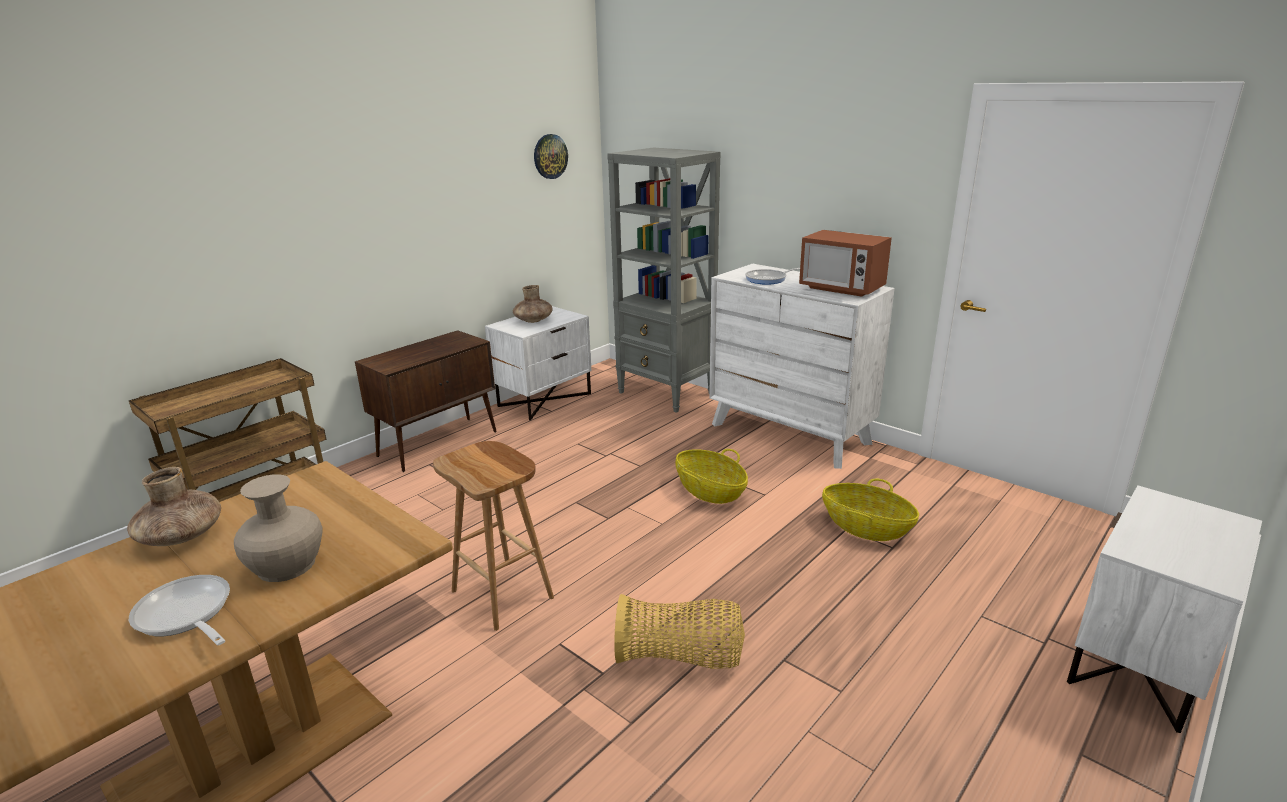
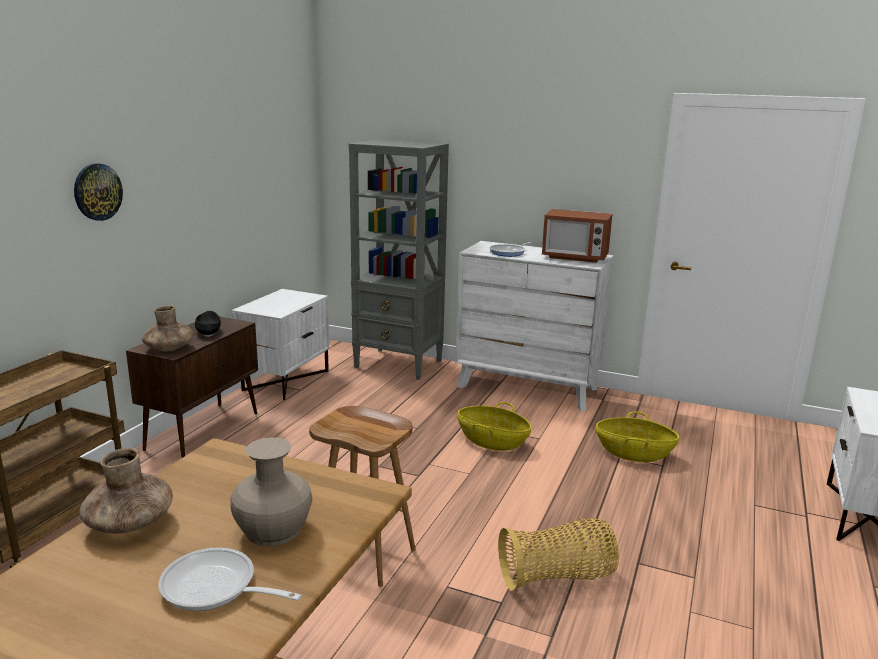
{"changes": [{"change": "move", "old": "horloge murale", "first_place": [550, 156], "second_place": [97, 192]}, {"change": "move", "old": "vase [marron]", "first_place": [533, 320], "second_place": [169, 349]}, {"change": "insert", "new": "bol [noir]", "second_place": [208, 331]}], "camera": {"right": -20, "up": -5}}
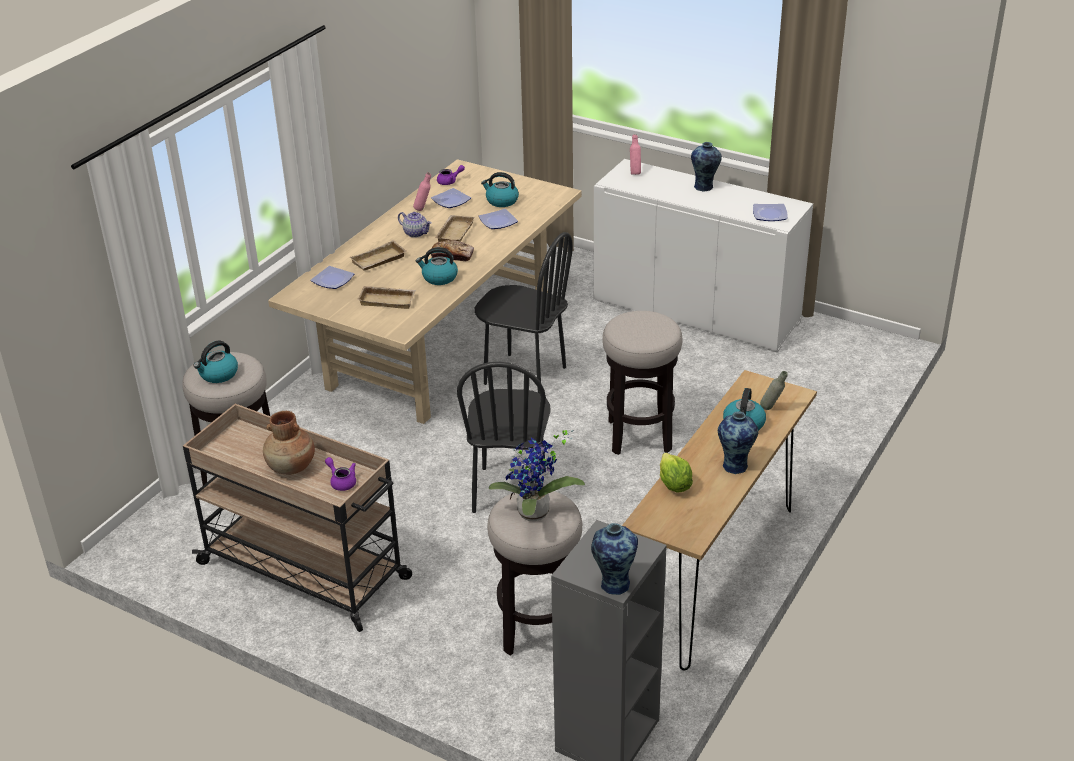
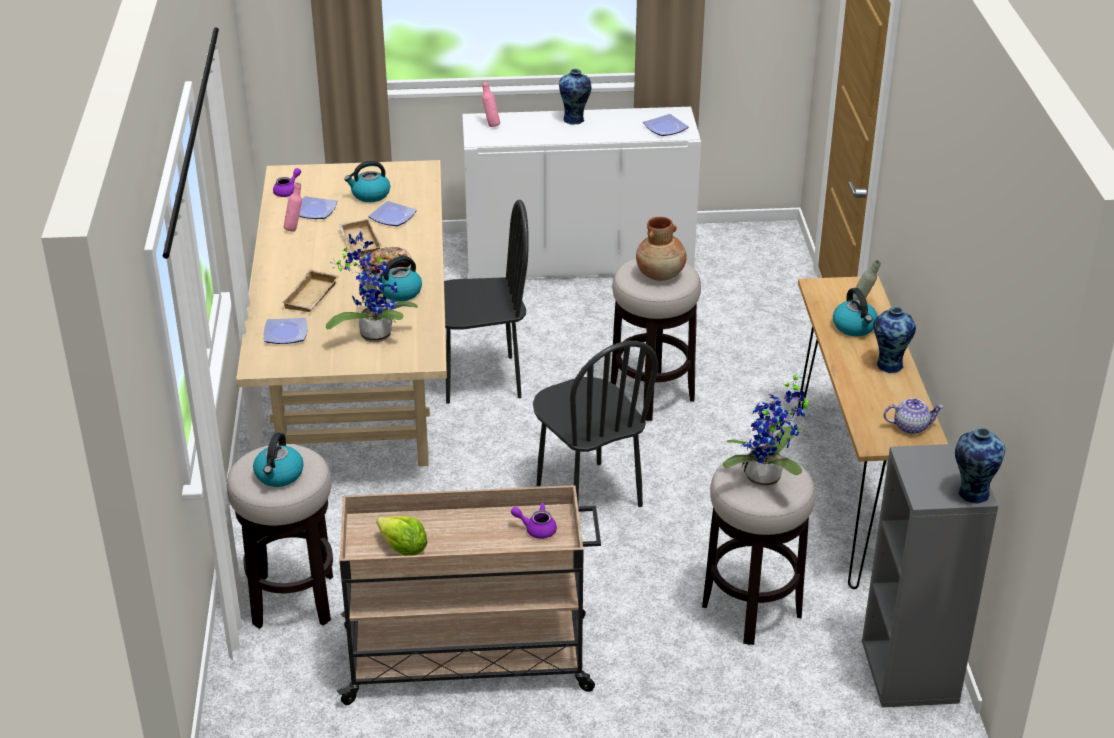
{"changes": [{"change": "move", "old": "théière", "first_place": [416, 233], "second_place": [911, 426]}, {"change": "replace", "old": "plateau [beige]", "new": "plante en pot", "first_place": [388, 300], "second_place": [373, 333]}, {"change": "move", "old": "vase [marron]", "first_place": [291, 467], "second_place": [661, 274]}, {"change": "move", "old": "laitue", "first_place": [674, 485], "second_place": [403, 549]}], "camera": {"right": -35, "up": 0}}
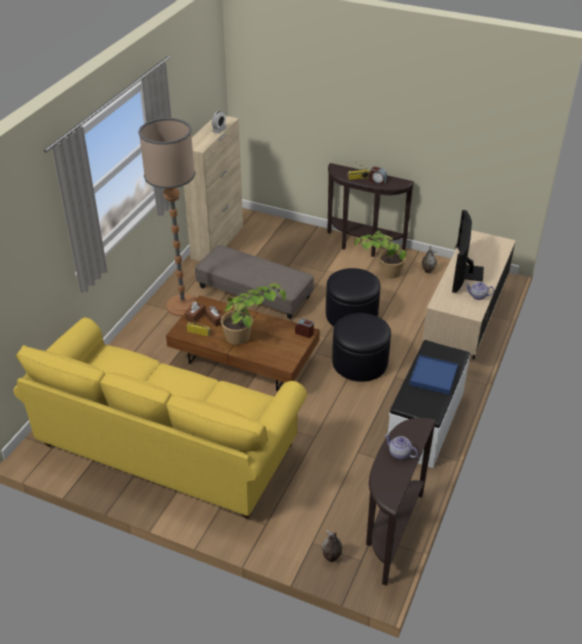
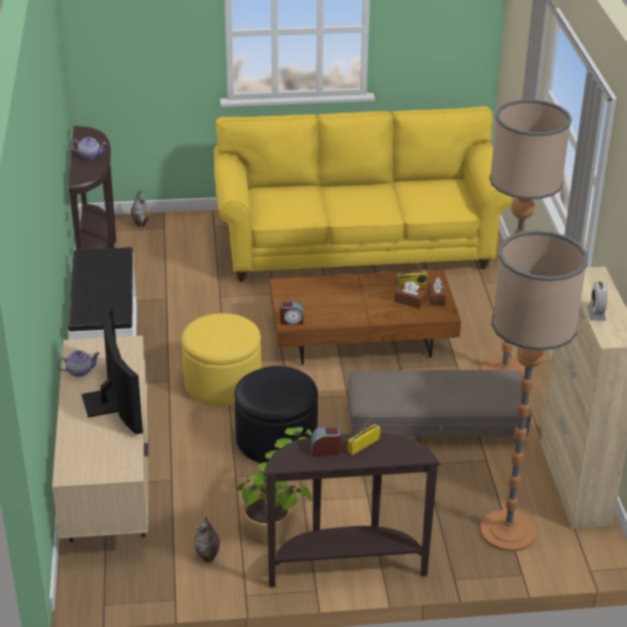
{"changes": [{"change": "delete", "old": "plante en pot", "first_place": [250, 337]}, {"change": "recolor", "old": "pouf [noir]", "new": "pouf [jaune]", "first_place": [359, 362], "second_place": [223, 382]}, {"change": "delete", "old": "plateau [bleu]", "first_place": [433, 376]}, {"change": "insert", "new": "lampadaire", "second_place": [507, 531]}], "camera": {"right": 150, "up": -5}}
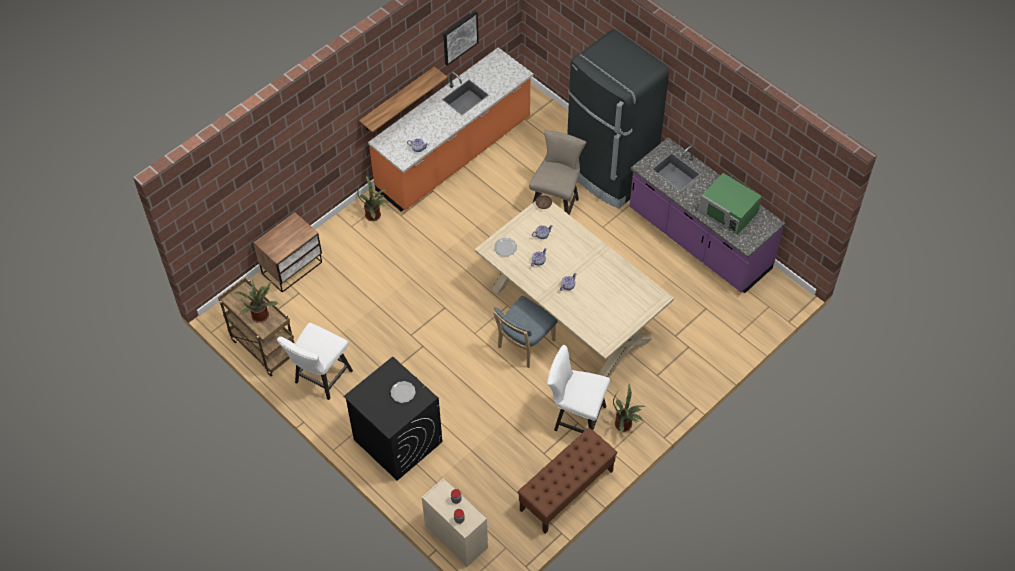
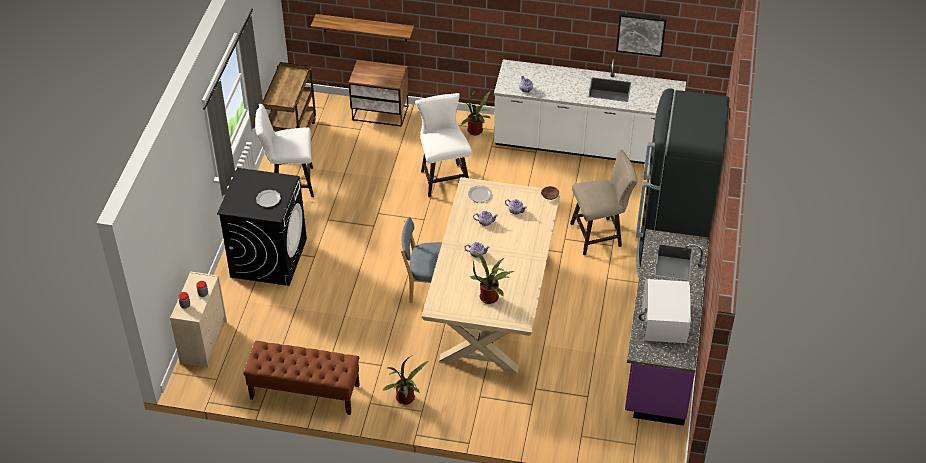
{"changes": [{"change": "recolor", "old": "comptoir de cuisine [orange]", "new": "comptoir de cuisine [blanc]", "first_place": [454, 155], "second_place": [585, 146]}, {"change": "move", "old": "étagère", "first_place": [397, 99], "second_place": [365, 28]}, {"change": "recolor", "old": "micro-ondes [vert]", "new": "micro-ondes [blanc]", "first_place": [728, 212], "second_place": [664, 321]}, {"change": "move", "old": "plante en pot", "first_place": [260, 314], "second_place": [490, 296]}, {"change": "move", "old": "tabouret [blanc]", "first_place": [575, 418], "second_place": [443, 177]}], "camera": {"right": 55, "up": -10}}
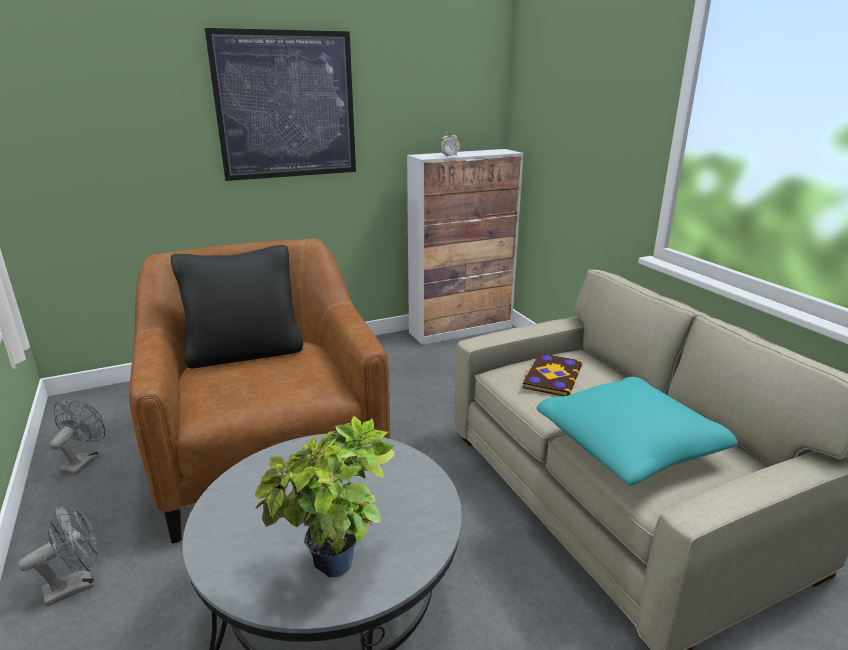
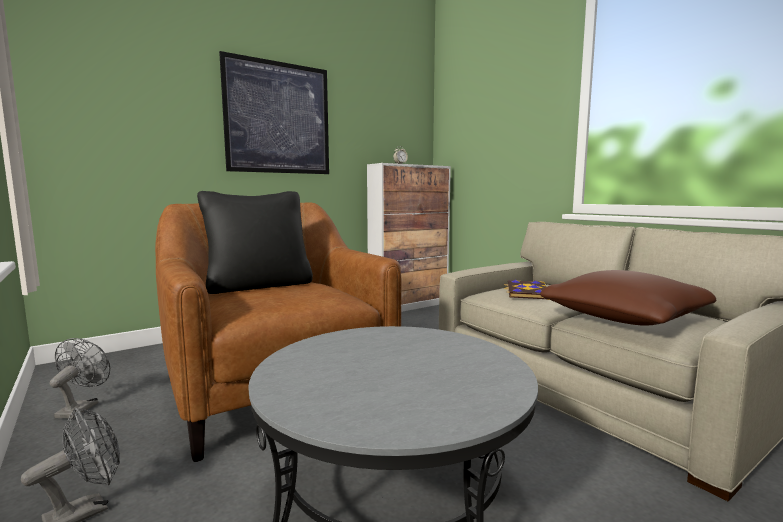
{"changes": [{"change": "recolor", "old": "coussin [turquoise]", "new": "coussin [marron]", "first_place": [629, 446], "second_place": [624, 318]}, {"change": "delete", "old": "plante en pot", "first_place": [336, 572]}], "camera": {"right": -10, "up": -15}}
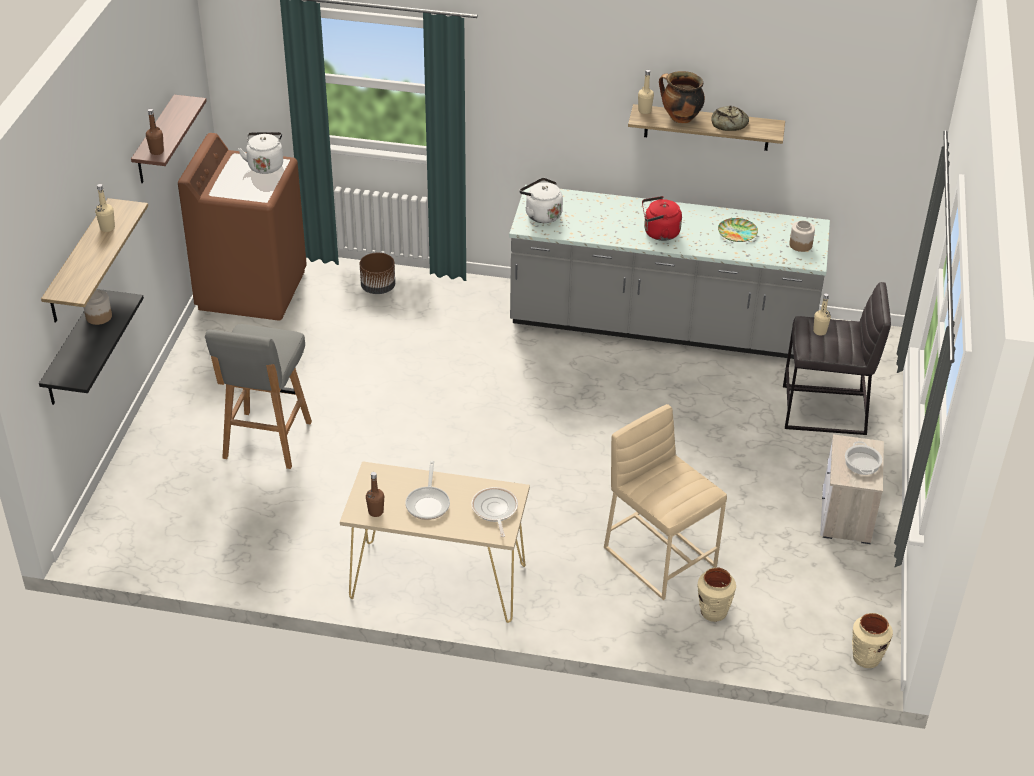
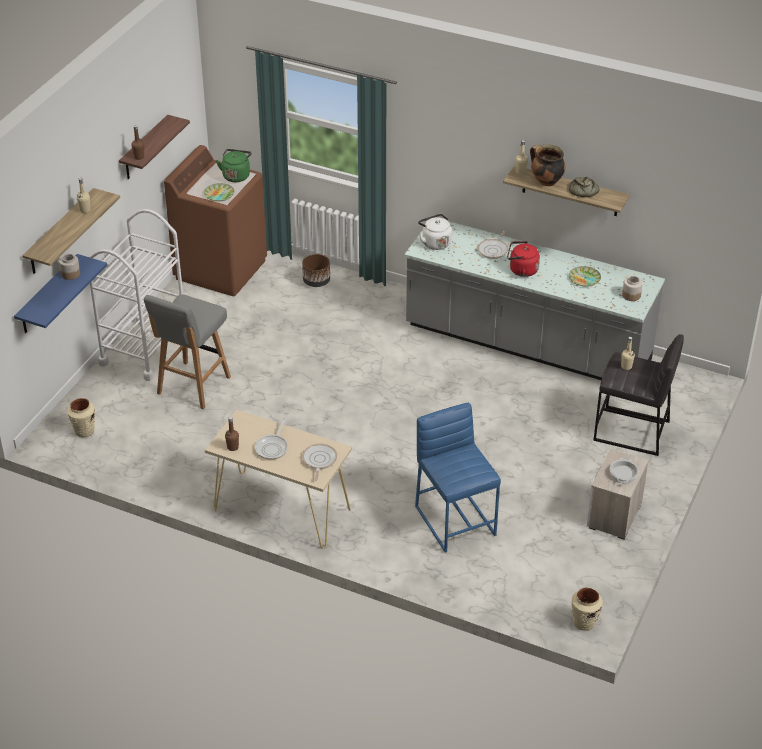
{"changes": [{"change": "recolor", "old": "bouilloire [blanc]", "new": "bouilloire [vert]", "first_place": [265, 165], "second_place": [236, 175]}, {"change": "recolor", "old": "étagère [noir]", "new": "étagère [bleu]", "first_place": [72, 350], "second_place": [48, 295]}, {"change": "recolor", "old": "tabouret [beige]", "new": "tabouret [bleu]", "first_place": [660, 556], "second_place": [455, 520]}, {"change": "move", "old": "vase [beige]", "first_place": [713, 612], "second_place": [84, 431]}, {"change": "insert", "new": "assiette", "second_place": [219, 194]}, {"change": "insert", "new": "chariot [blanc]", "second_place": [144, 349]}, {"change": "insert", "new": "poêle", "second_place": [494, 250]}], "camera": {"right": 15, "up": 0}}
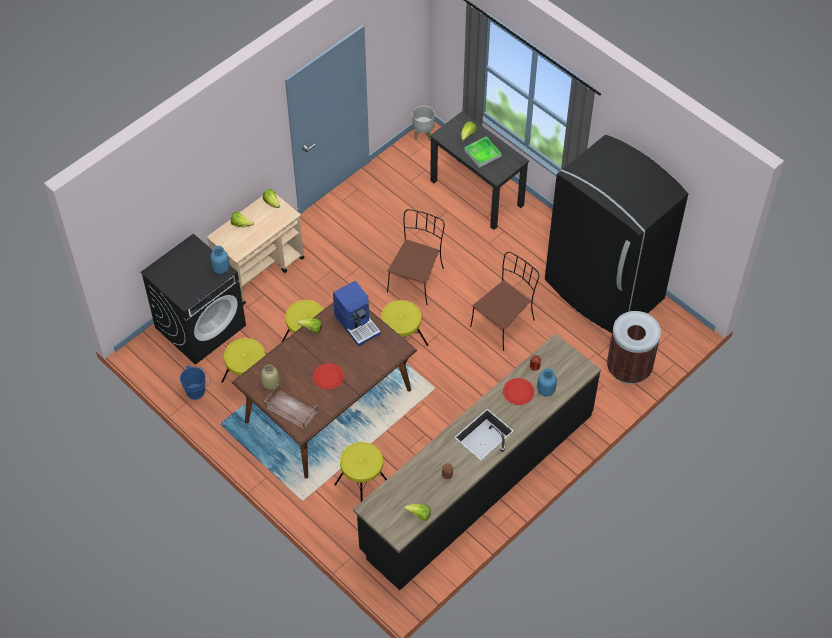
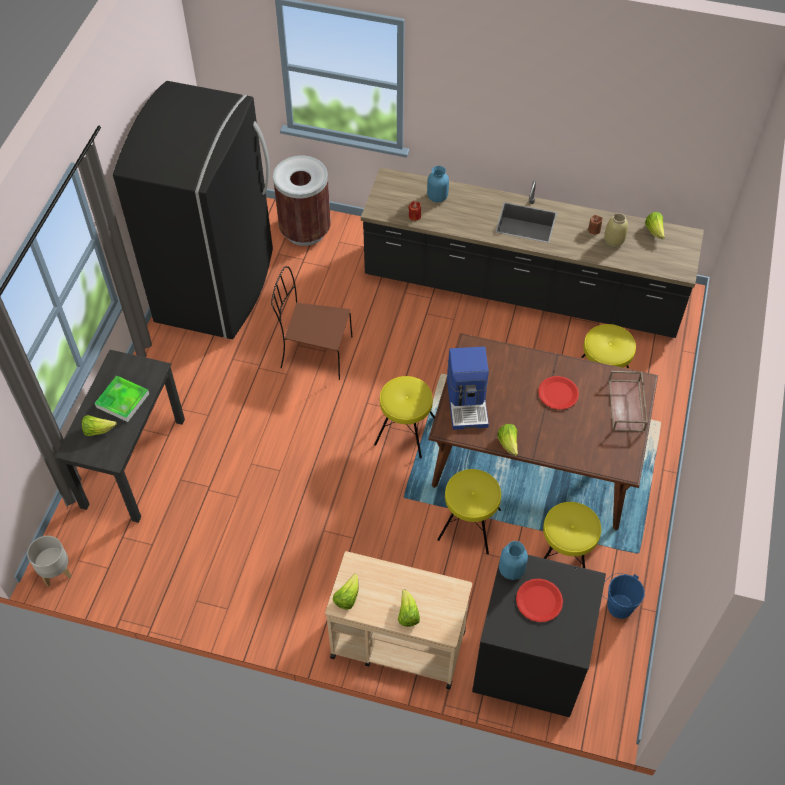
{"changes": [{"change": "delete", "old": "chaise [marron]", "first_place": [416, 279]}, {"change": "rotate", "old": "machine à café", "first_place": [357, 324], "second_place": [468, 402], "degrees": 150}, {"change": "move", "old": "vase [beige]", "first_place": [270, 384], "second_place": [614, 240]}, {"change": "move", "old": "assiette [rouge]", "first_place": [518, 392], "second_place": [539, 601]}], "camera": {"right": -120, "up": 0}}
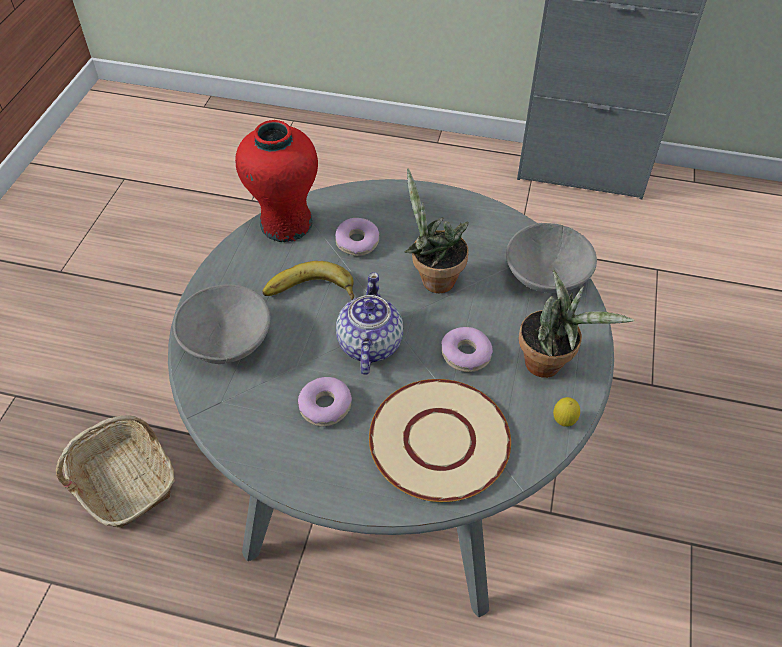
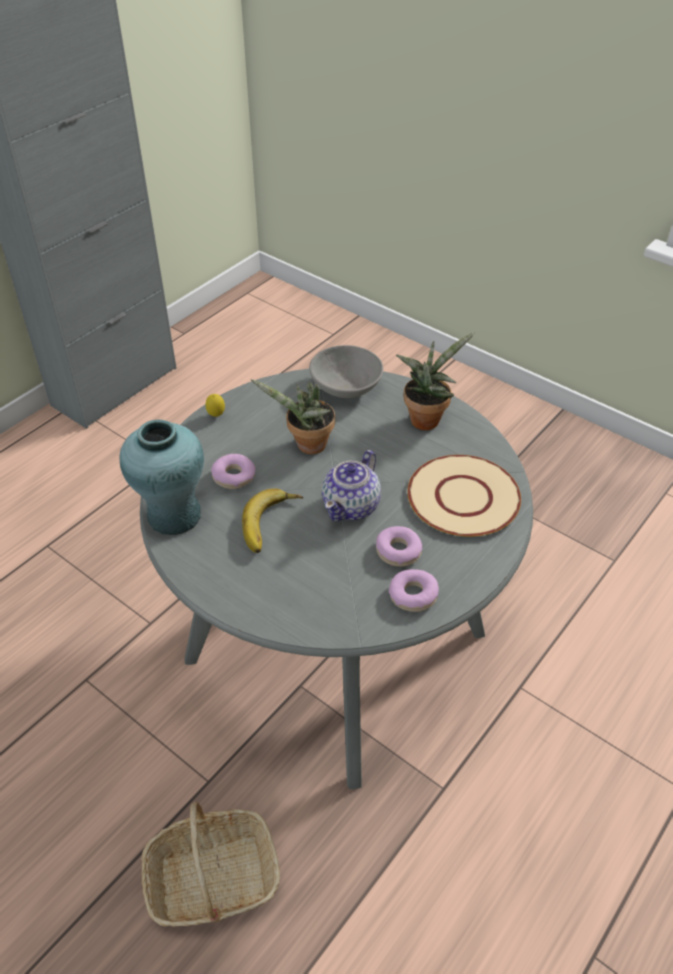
{"changes": [{"change": "recolor", "old": "vase [rouge]", "new": "vase [turquoise]", "first_place": [285, 223], "second_place": [174, 515]}, {"change": "rotate", "old": "théière", "first_place": [369, 345], "second_place": [352, 506], "degrees": -90}, {"change": "delete", "old": "bol [gris]", "first_place": [226, 341]}, {"change": "move", "old": "beignet", "first_place": [466, 354], "second_place": [413, 595]}, {"change": "move", "old": "citron", "first_place": [563, 422], "second_place": [216, 415]}], "camera": {"right": -65, "up": -5}}
